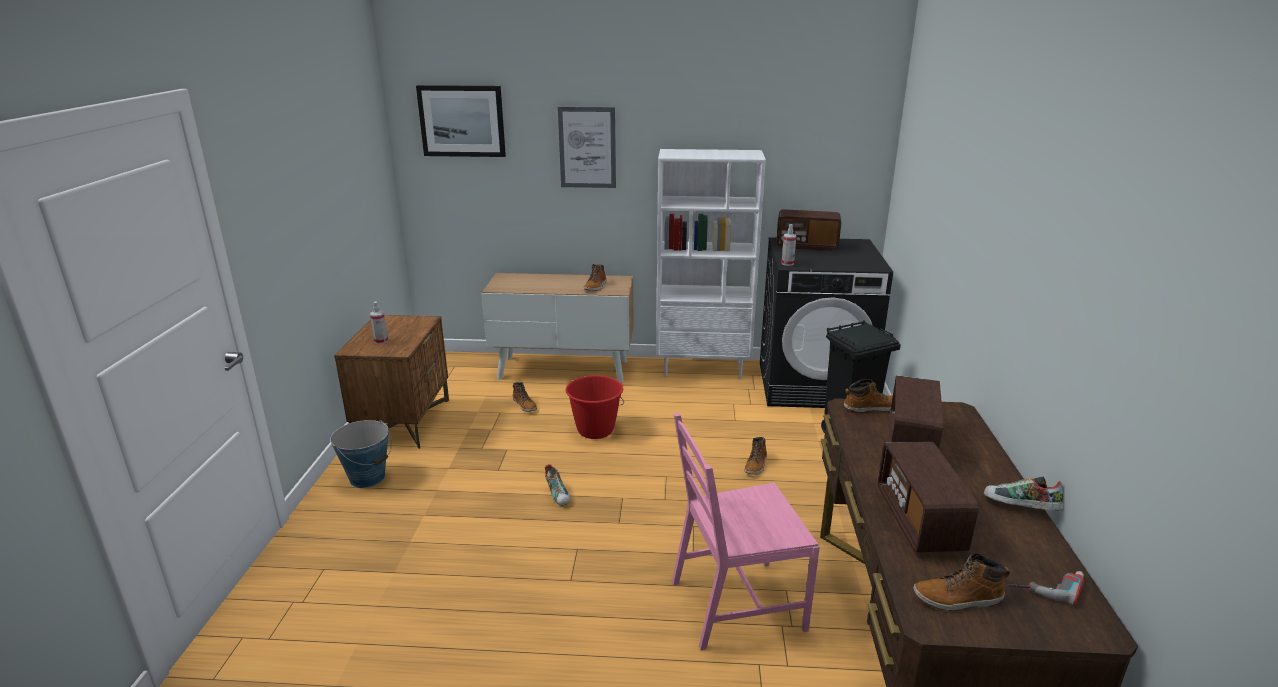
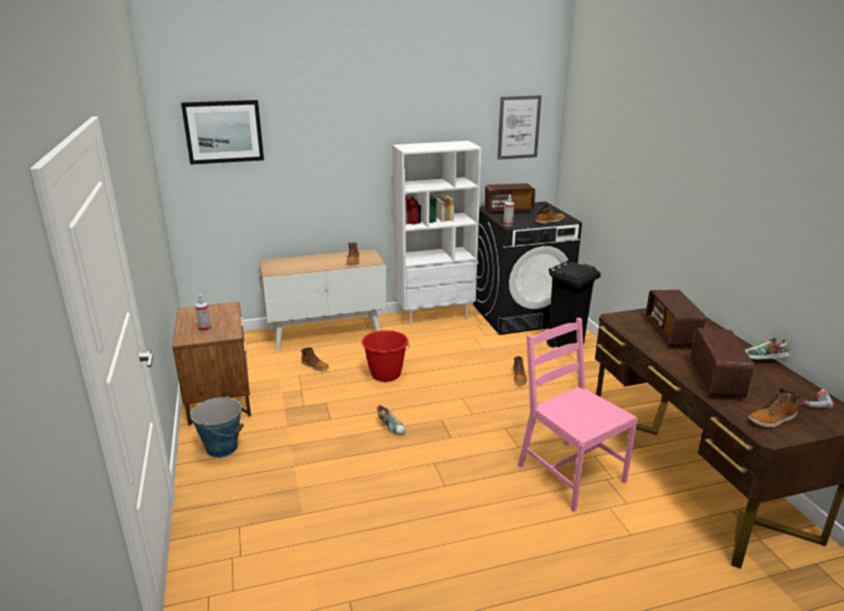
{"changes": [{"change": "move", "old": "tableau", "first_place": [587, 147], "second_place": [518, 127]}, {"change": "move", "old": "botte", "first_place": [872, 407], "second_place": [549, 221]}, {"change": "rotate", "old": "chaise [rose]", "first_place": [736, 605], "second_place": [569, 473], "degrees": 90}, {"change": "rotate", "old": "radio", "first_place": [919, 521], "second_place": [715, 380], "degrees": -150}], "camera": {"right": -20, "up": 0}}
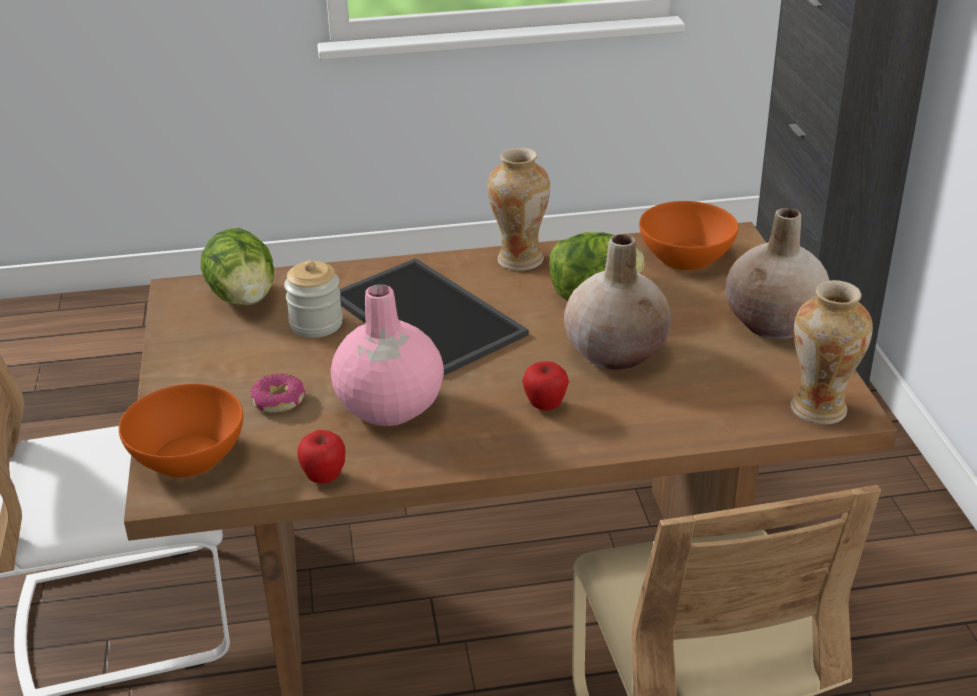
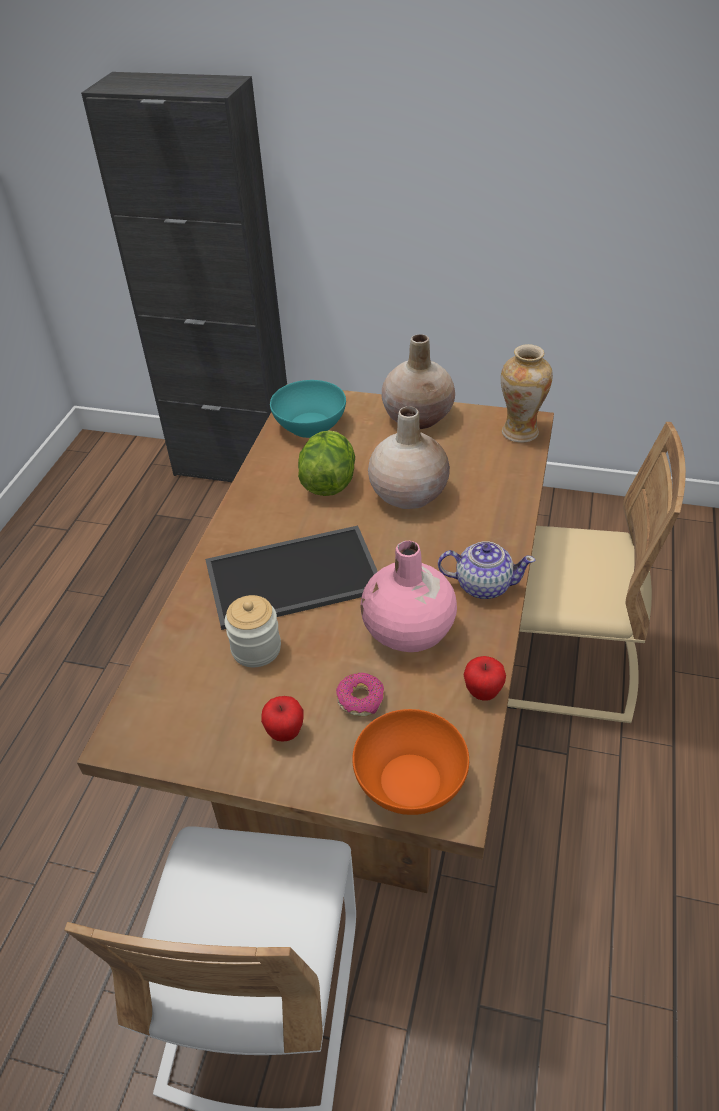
{"changes": [{"change": "delete", "old": "vase", "first_place": [519, 260]}, {"change": "recolor", "old": "bol [orange]", "new": "bol [turquoise]", "first_place": [685, 257], "second_place": [310, 425]}, {"change": "delete", "old": "laitue", "first_place": [243, 298]}, {"change": "move", "old": "pomme", "first_place": [545, 406], "second_place": [285, 733]}, {"change": "insert", "new": "théière", "second_place": [483, 585]}], "camera": {"right": -65, "up": 10}}
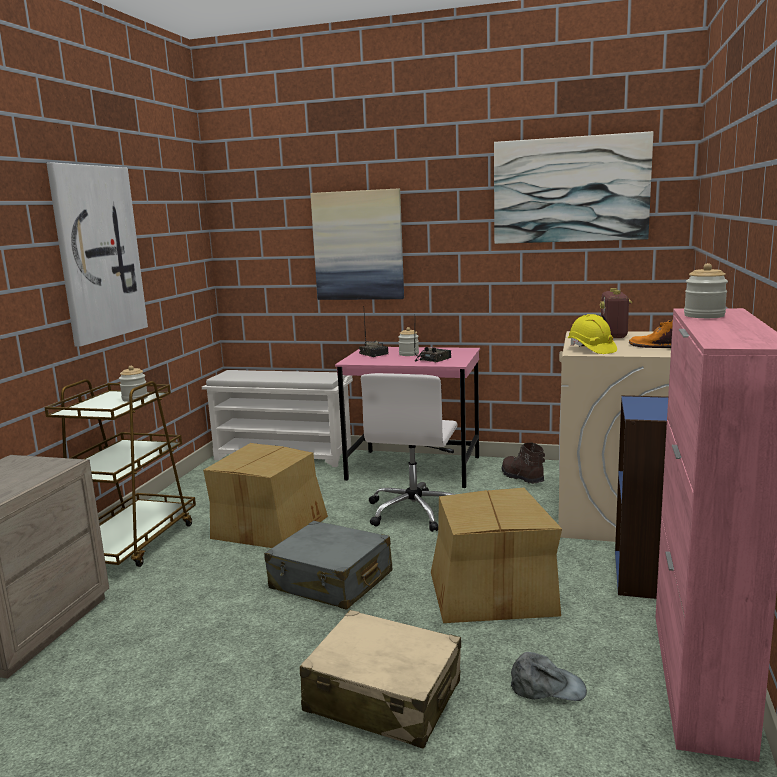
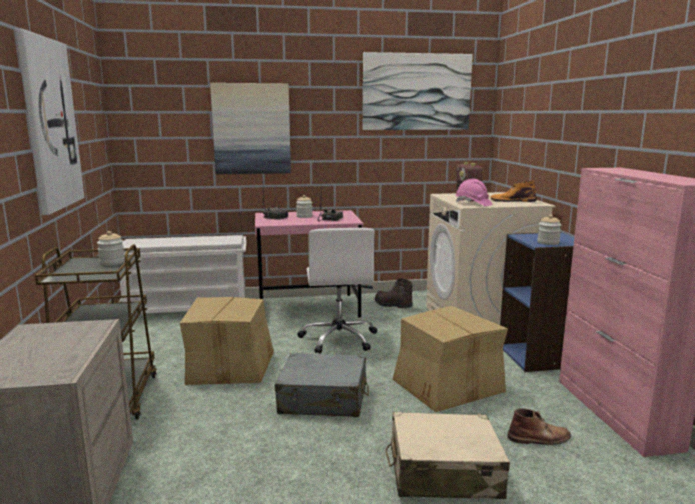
{"changes": [{"change": "move", "old": "bocal", "first_place": [704, 316], "second_place": [548, 243]}, {"change": "recolor", "old": "casque de chantier [jaune]", "new": "casque de chantier [rose]", "first_place": [591, 349], "second_place": [473, 204]}, {"change": "replace", "old": "casquette [gris]", "new": "botte [marron]", "first_place": [547, 686], "second_place": [539, 438]}], "camera": {"right": -25, "up": 0}}
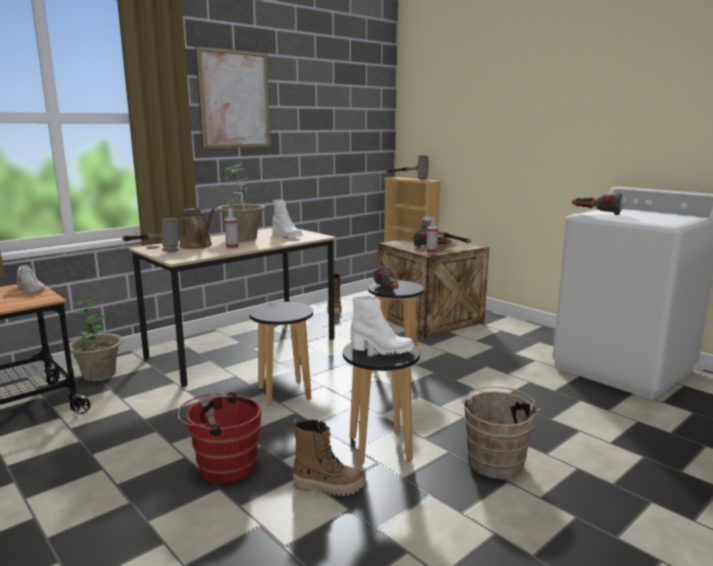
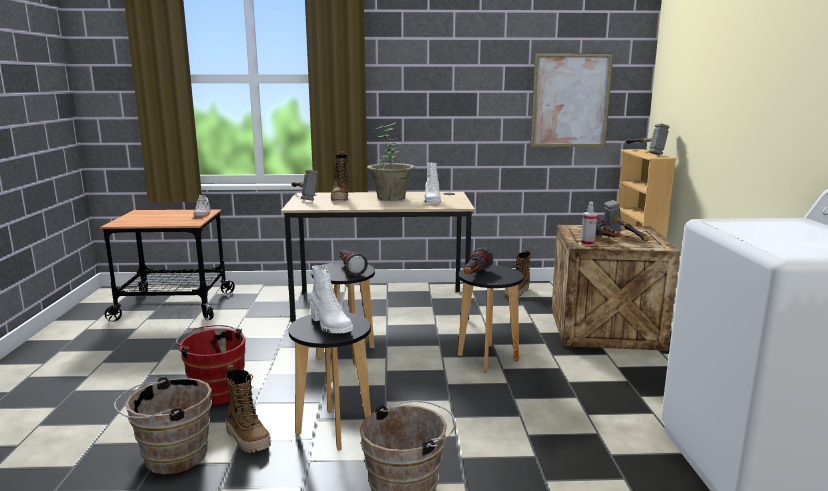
{"changes": [{"change": "move", "old": "tableau", "first_place": [235, 99], "second_place": [570, 100]}, {"change": "move", "old": "lampe de poche", "first_place": [596, 213], "second_place": [350, 270]}, {"change": "replace", "old": "arrosoir [marron]", "new": "botte", "first_place": [197, 246], "second_place": [340, 199]}, {"change": "delete", "old": "vaporisateur", "first_place": [232, 247]}, {"change": "delete", "old": "plante en pot", "first_place": [99, 375]}, {"change": "insert", "new": "seau [marron]", "second_place": [170, 457]}], "camera": {"right": 40, "up": 0}}
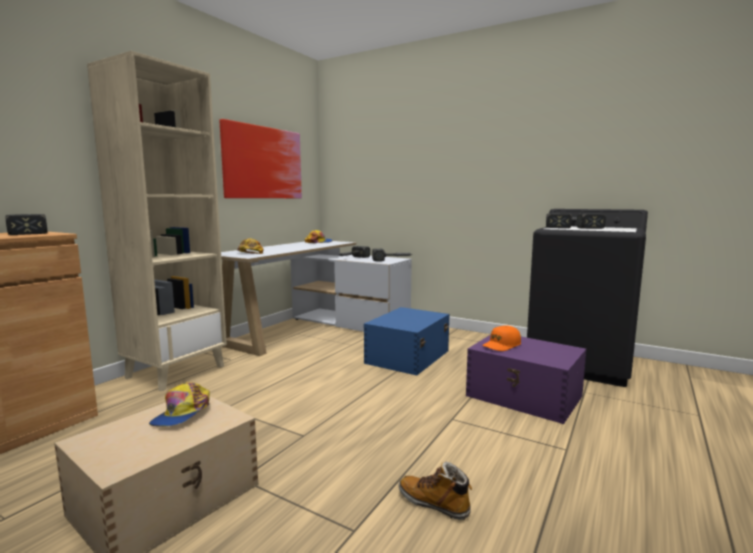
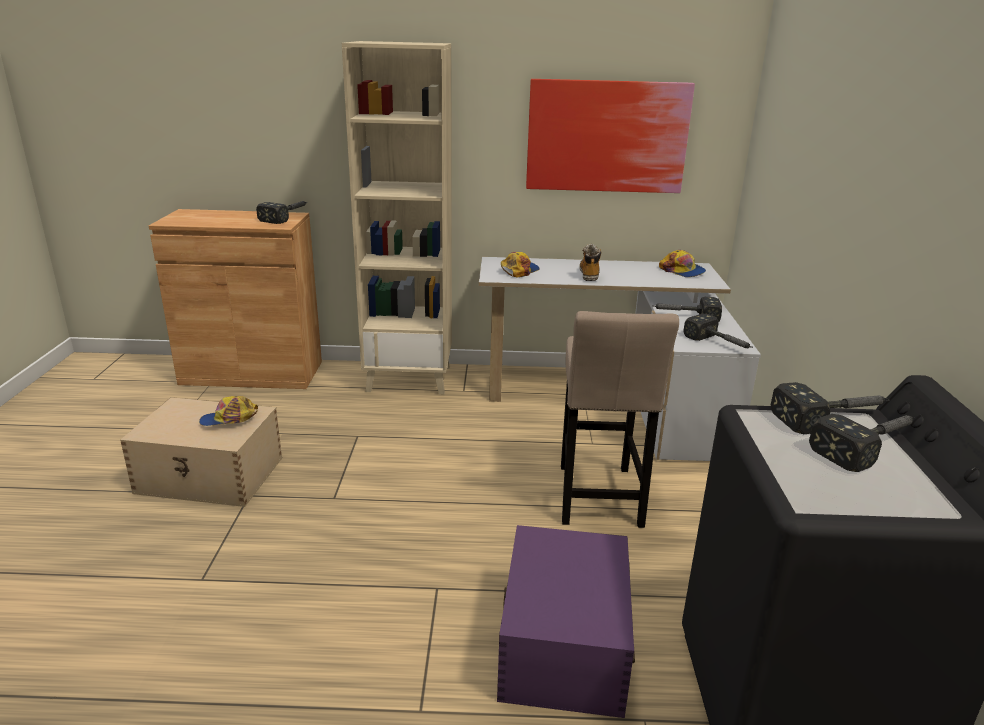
{"changes": [{"change": "replace", "old": "boîte de rangement [bleu]", "new": "tabouret [beige]", "first_place": [407, 357], "second_place": [598, 499]}, {"change": "delete", "old": "casquette [orange]", "first_place": [501, 345]}, {"change": "move", "old": "botte", "first_place": [434, 504], "second_place": [589, 274]}], "camera": {"right": 60, "up": 15}}
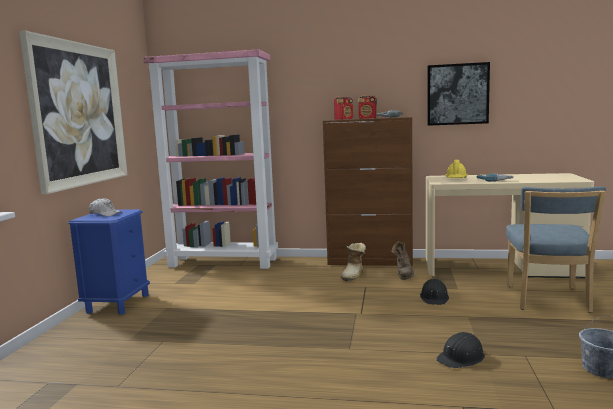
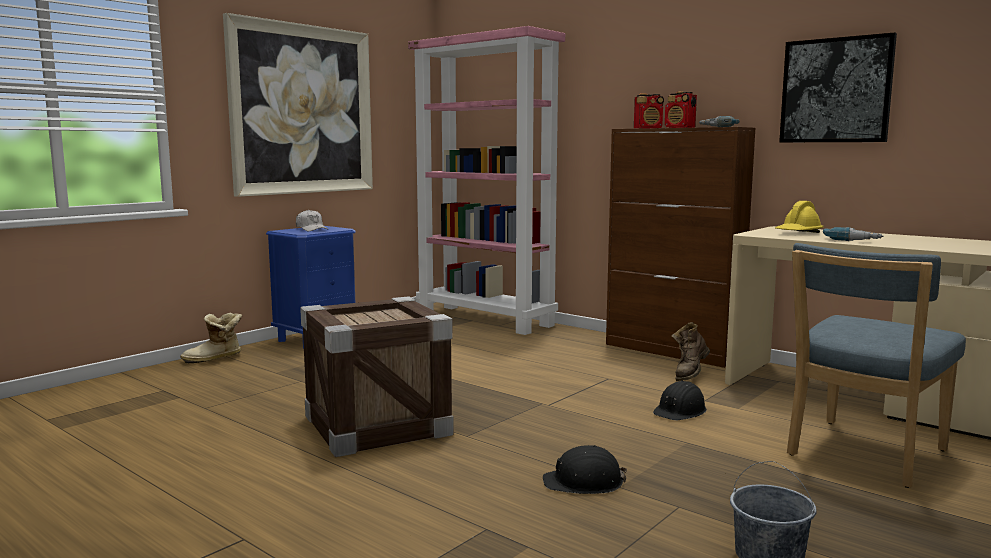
{"changes": [{"change": "move", "old": "botte", "first_place": [354, 275], "second_place": [214, 359]}, {"change": "insert", "new": "caisse", "second_place": [377, 425]}], "camera": {"right": 30, "up": 0}}
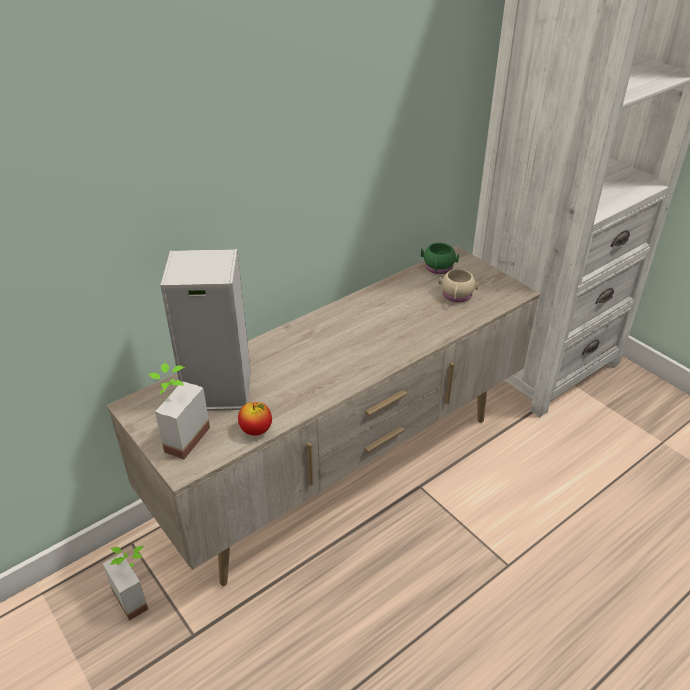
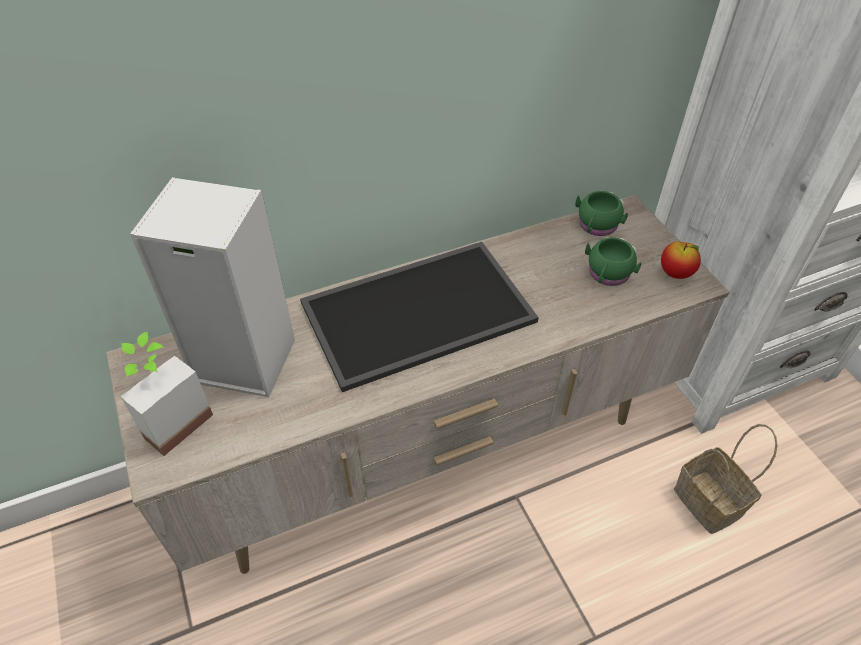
{"changes": [{"change": "recolor", "old": "mug [beige]", "new": "mug [vert]", "first_place": [456, 296], "second_place": [607, 275]}, {"change": "move", "old": "pomme", "first_place": [256, 431], "second_place": [675, 273]}, {"change": "delete", "old": "plante en pot", "first_place": [138, 595]}, {"change": "insert", "new": "plateau", "second_place": [418, 309]}, {"change": "insert", "new": "panier", "second_place": [710, 503]}], "camera": {"right": 15, "up": 10}}
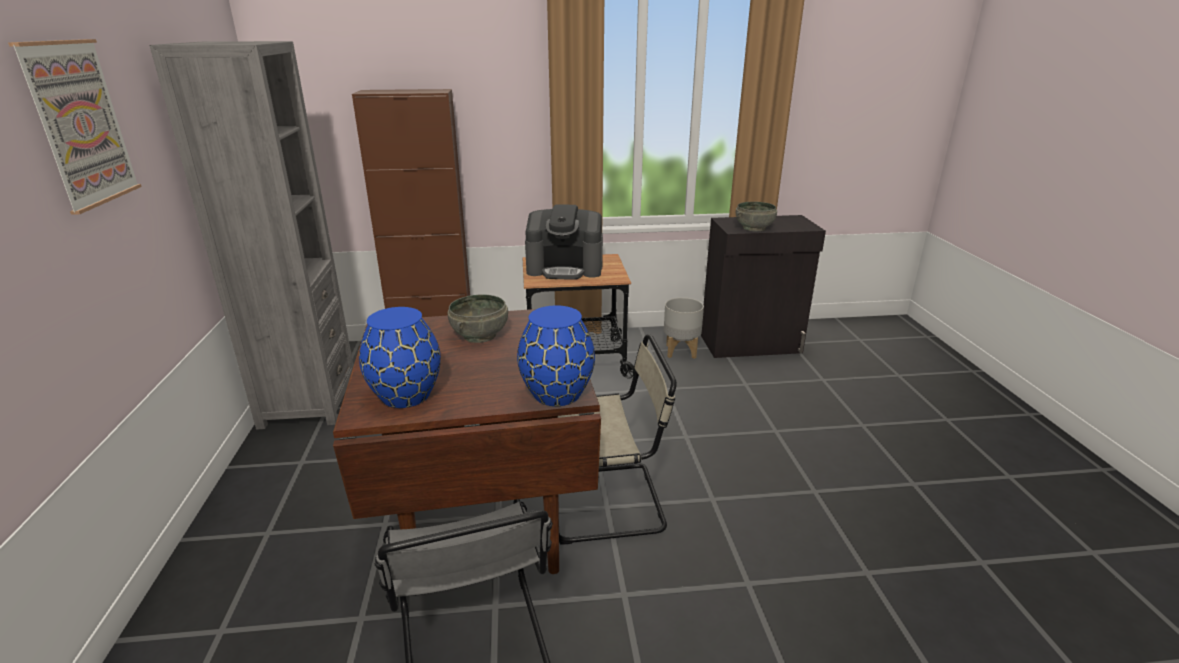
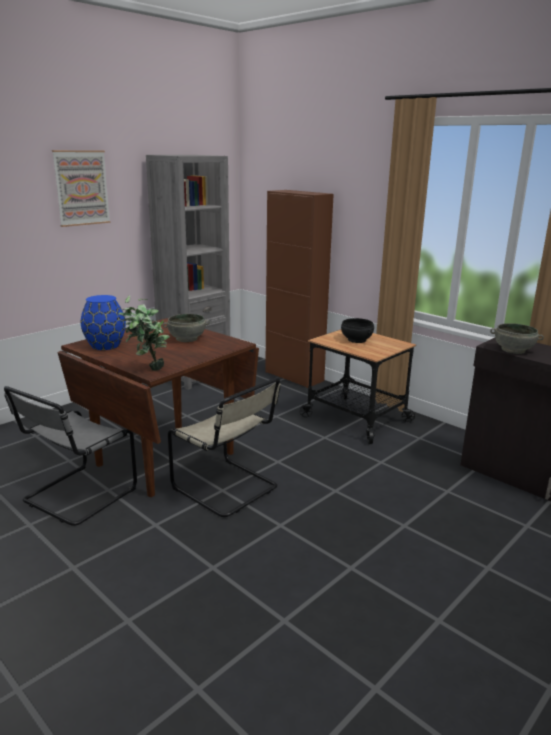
{"changes": [{"change": "replace", "old": "machine à café", "new": "bol [noir]", "first_place": [565, 268], "second_place": [357, 340]}, {"change": "delete", "old": "cache-pot [gris]", "first_place": [680, 351]}, {"change": "replace", "old": "vase [bleu]", "new": "plante en pot", "first_place": [556, 394], "second_place": [147, 370]}], "camera": {"right": 50, "up": -5}}
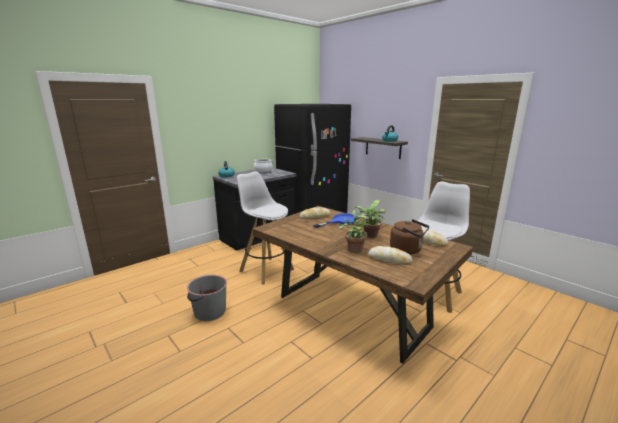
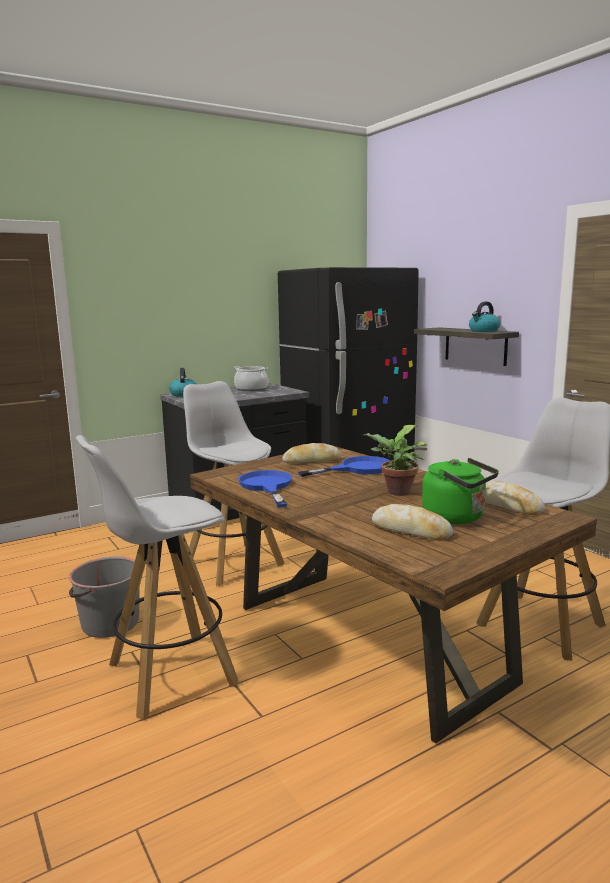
{"changes": [{"change": "delete", "old": "plante en pot", "first_place": [354, 248]}, {"change": "recolor", "old": "bouilloire [marron]", "new": "bouilloire [vert]", "first_place": [407, 250], "second_place": [457, 517]}, {"change": "insert", "new": "tabouret [blanc]", "second_place": [169, 675]}, {"change": "insert", "new": "poêle [bleu]", "second_place": [267, 486]}], "camera": {"right": 10, "up": -5}}
